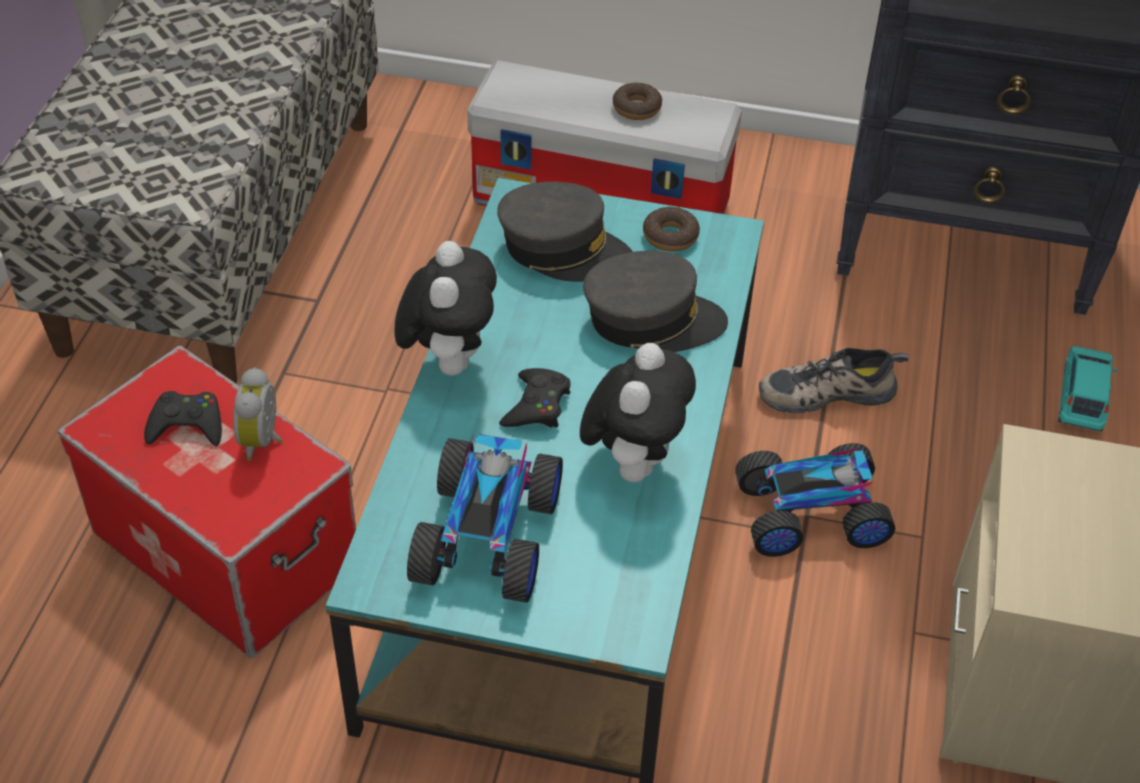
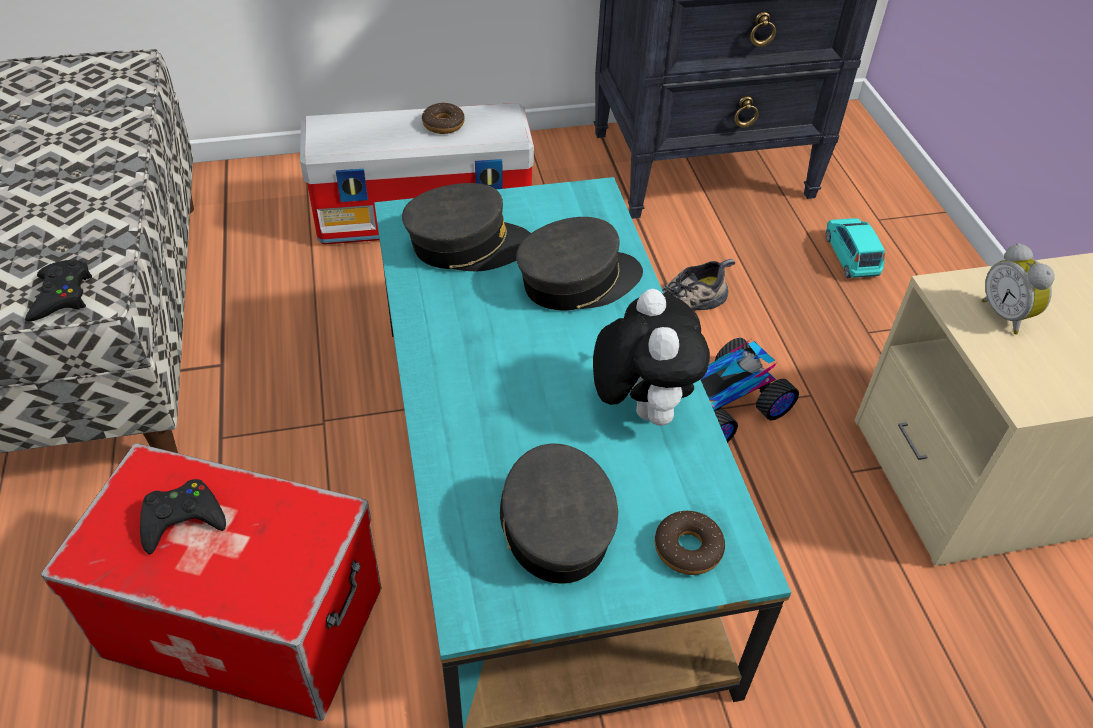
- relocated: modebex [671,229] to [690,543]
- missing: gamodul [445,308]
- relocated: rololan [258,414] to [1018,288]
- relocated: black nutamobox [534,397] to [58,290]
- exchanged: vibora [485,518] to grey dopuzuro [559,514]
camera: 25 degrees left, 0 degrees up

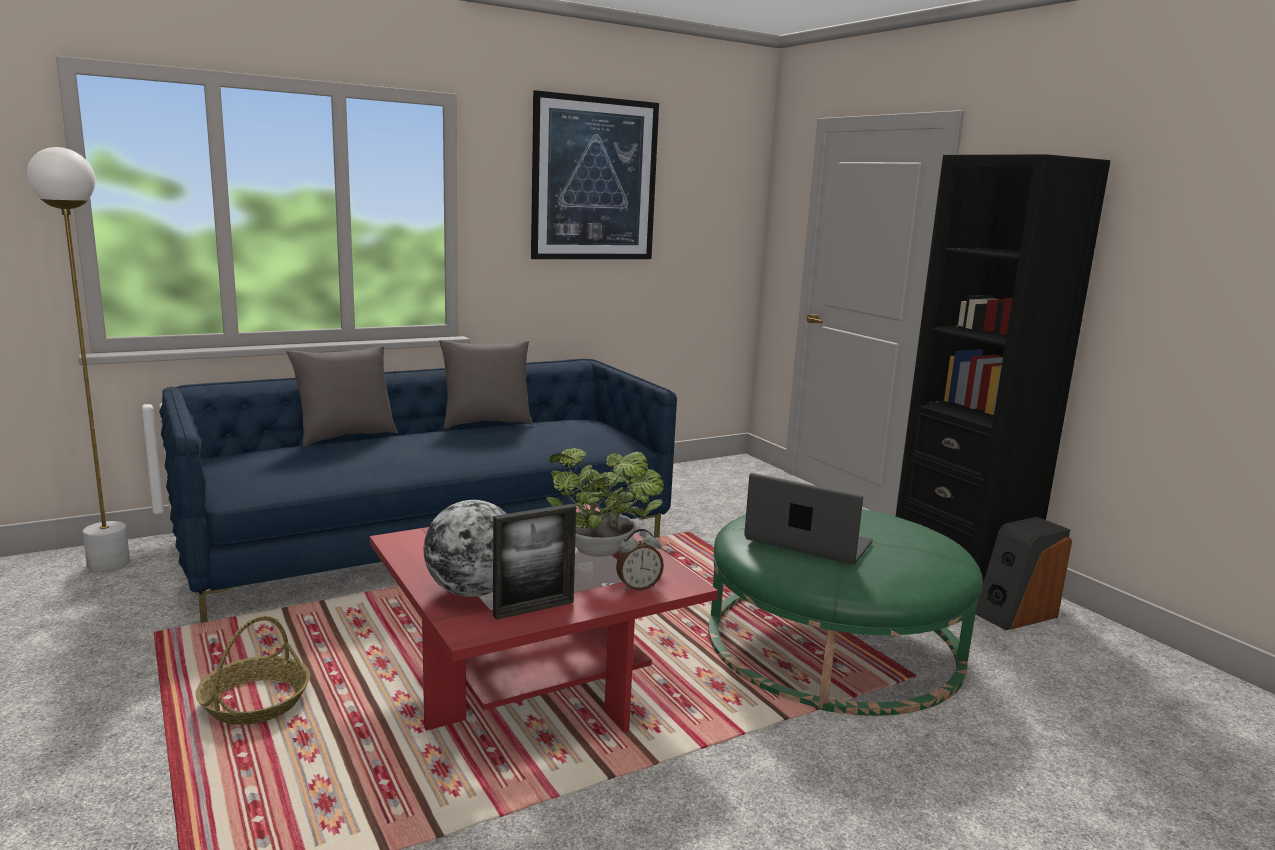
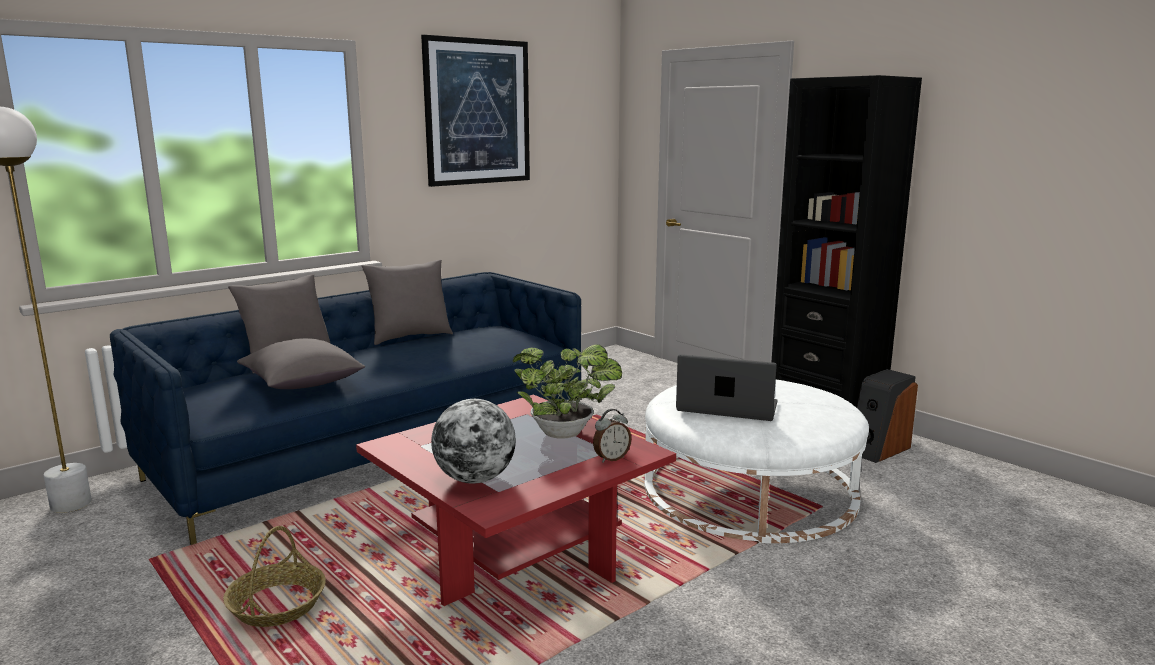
- missing: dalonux [534,562]
- colour: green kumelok [845,612] to white kumelok [757,461]
- appeared: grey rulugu [301,363]
camera: 10 degrees left, 0 degrees up

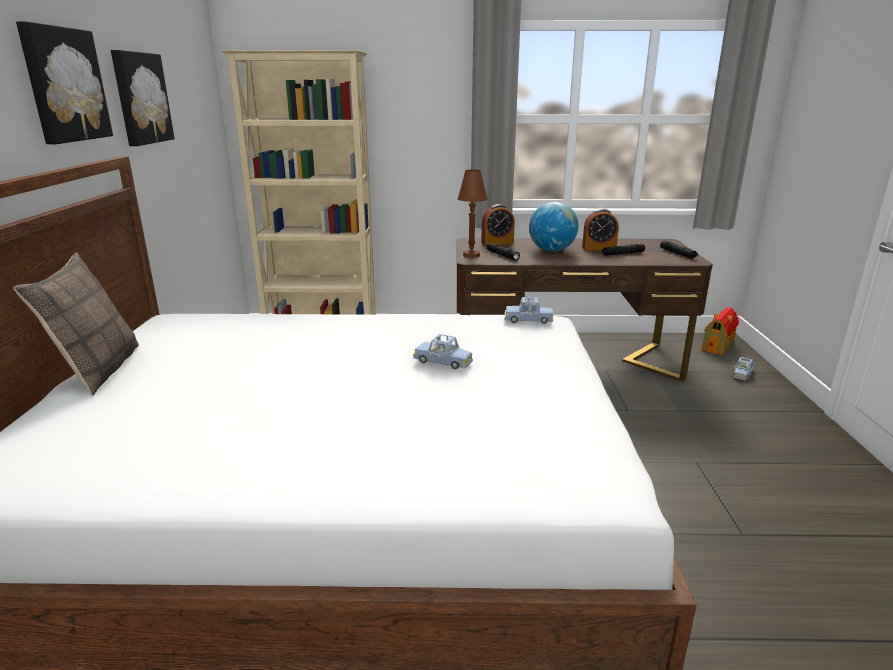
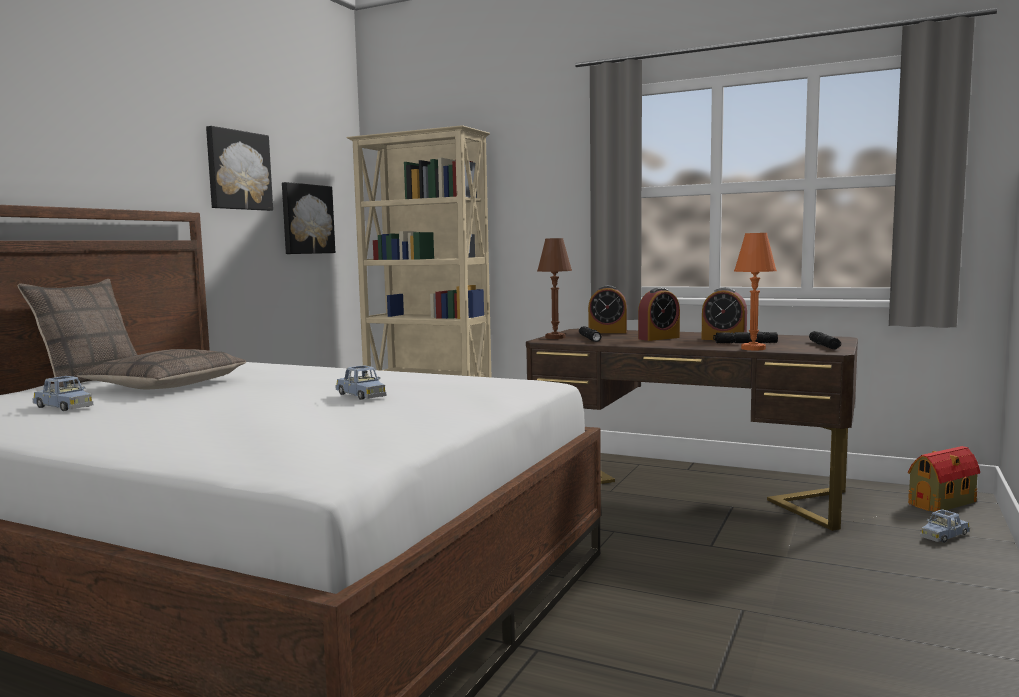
- relocated: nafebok [64,82] to [308,218]
- exchanged: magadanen [554,226] to rololan [659,314]
- relocated: blue vibora [529,310] to [62,393]
- appeared: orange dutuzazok [755,291]
- appeared: rulugu [161,369]
camera: 25 degrees right, 15 degrees down

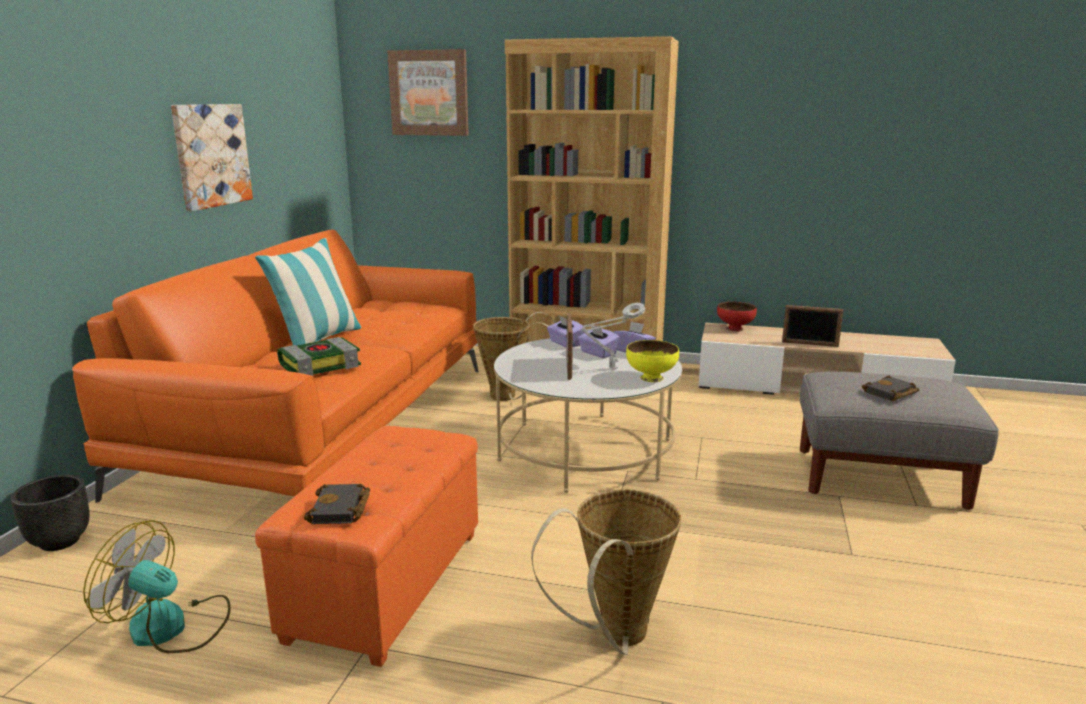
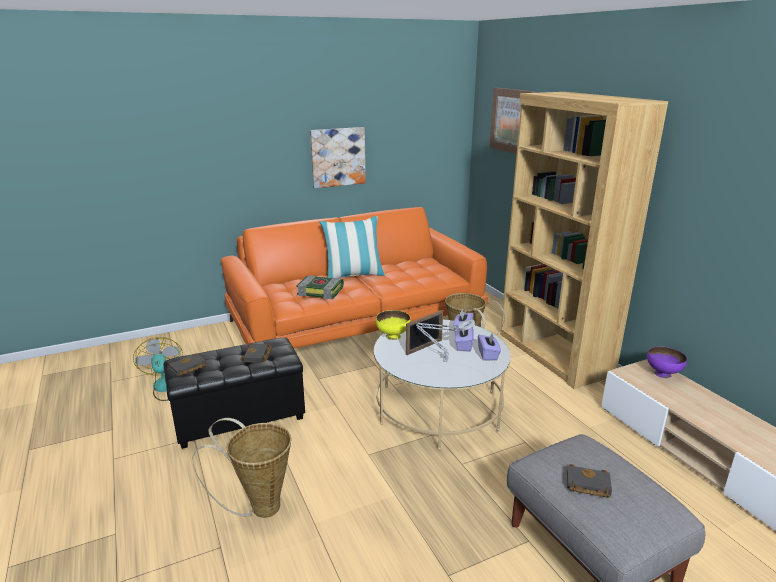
- colour: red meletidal [737,316] to purple meletidal [667,362]
- missing: dalonux [813,326]
- relocated: yellow meletidal [652,361] to [393,325]
- colour: orange kumelok [366,546] to black kumelok [234,393]
- missing: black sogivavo [50,513]
- appeared: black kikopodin [256,353]
camera: 50 degrees right, 5 degrees up

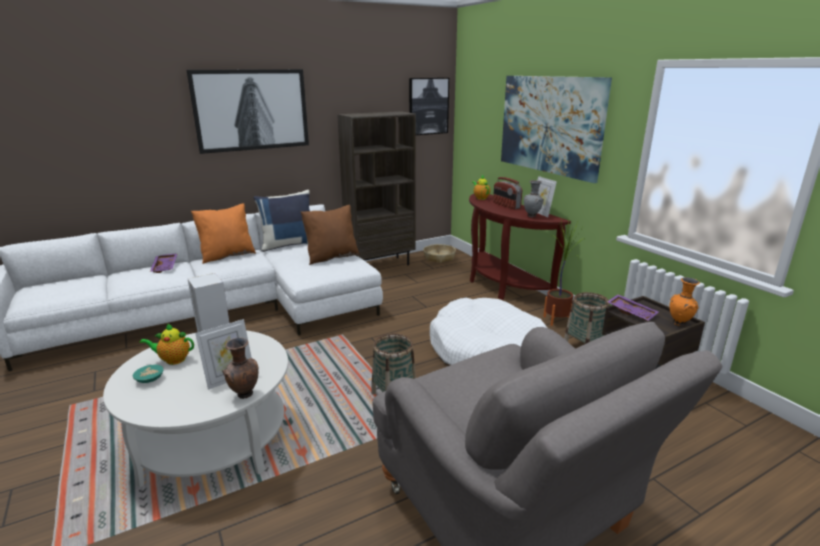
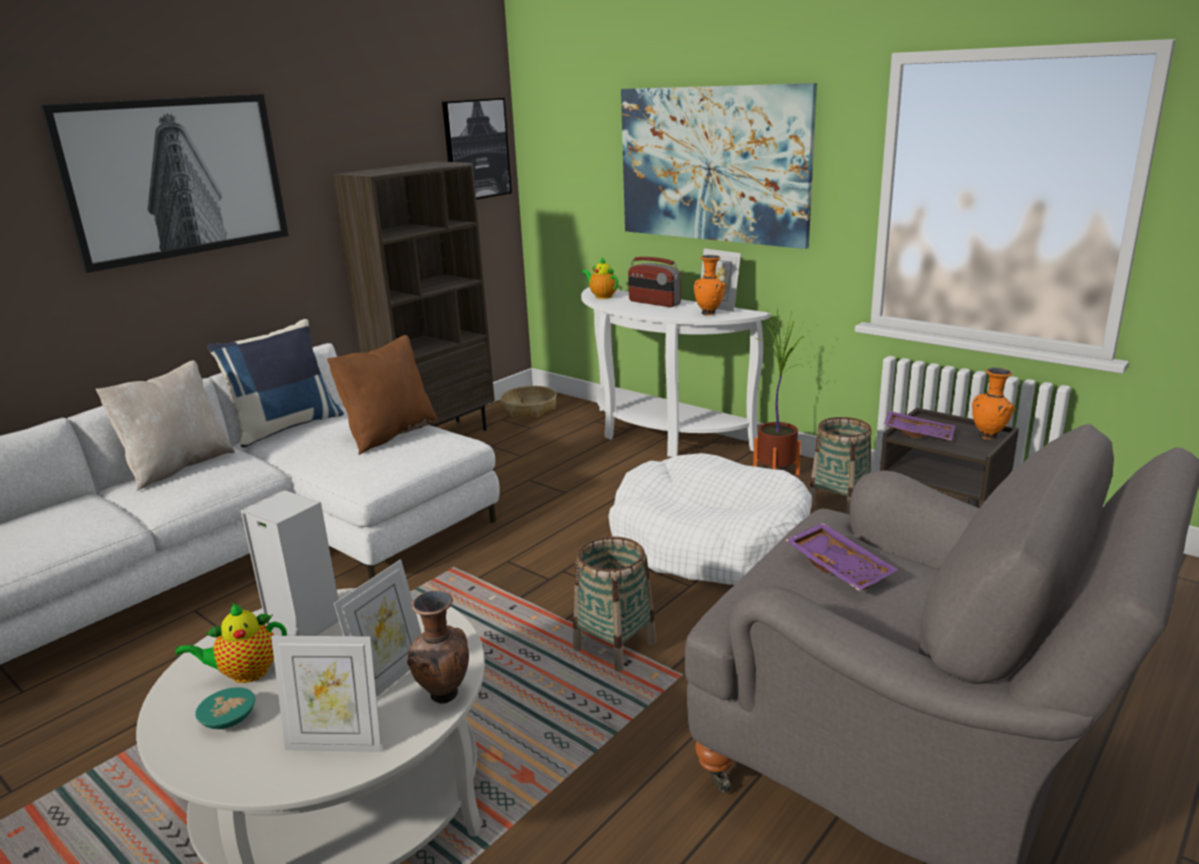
- colour: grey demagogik [534,198] to orange demagogik [710,285]
- colour: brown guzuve [520,247] to white guzuve [676,372]
- colour: orange rulugu [223,233] to beige rulugu [165,425]
- relocated: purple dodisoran [164,263] to [841,557]
- appeared: dalonux [326,694]
camera: 20 degrees left, 0 degrees up

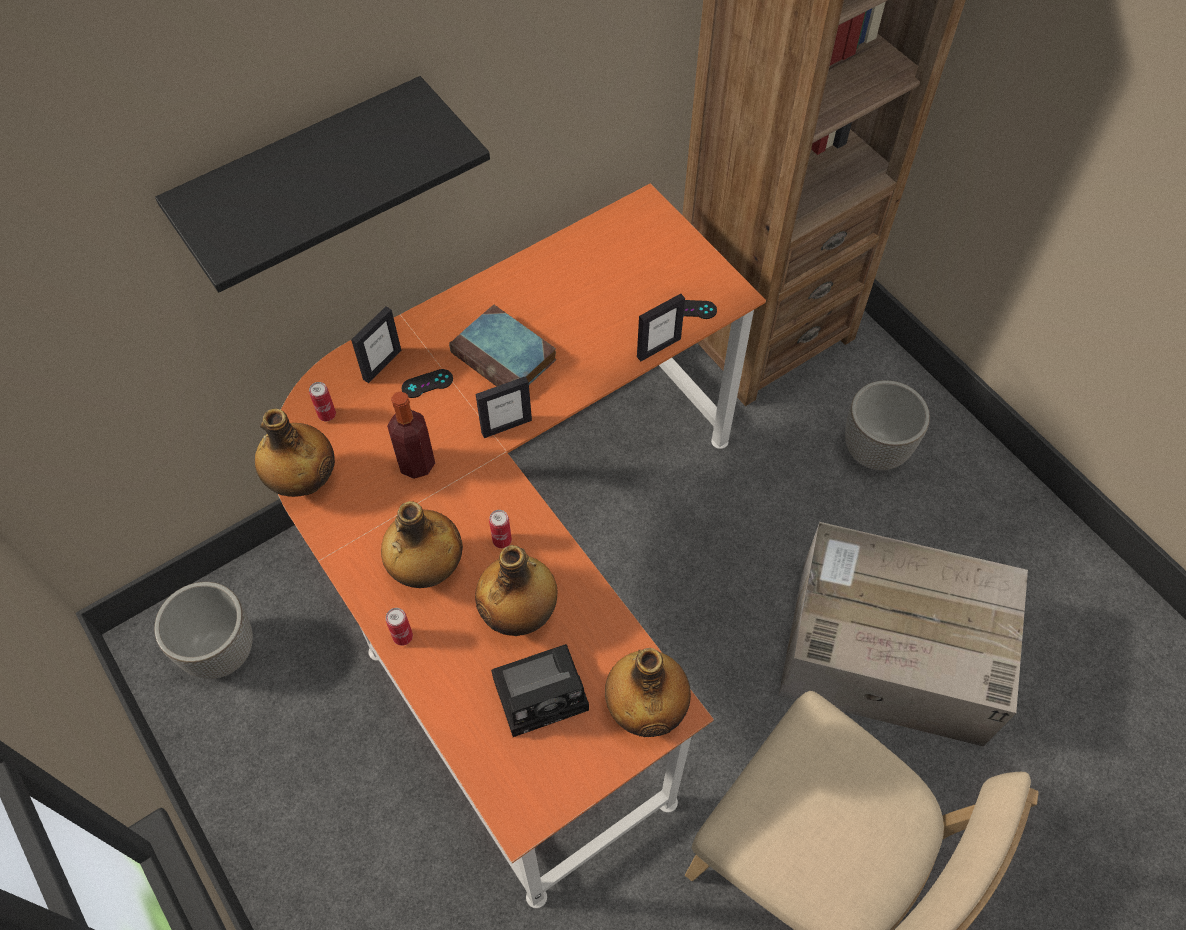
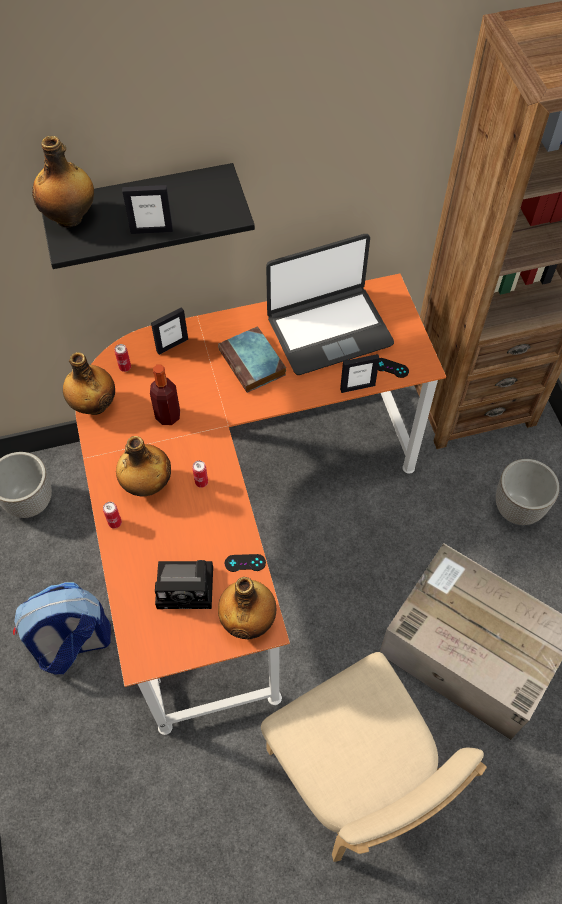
- relocated: black nutamobox [427,383] to [245,563]
- relocated: dalonux [504,407] to [147,209]
- relocated: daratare [516,590] to [63,182]
- appeared: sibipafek [330,304]
- appeared: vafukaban [62,628]
camera: 20 degrees right, 0 degrees up

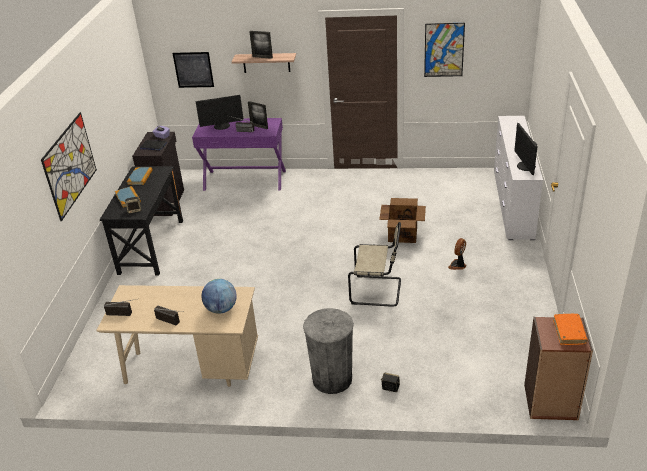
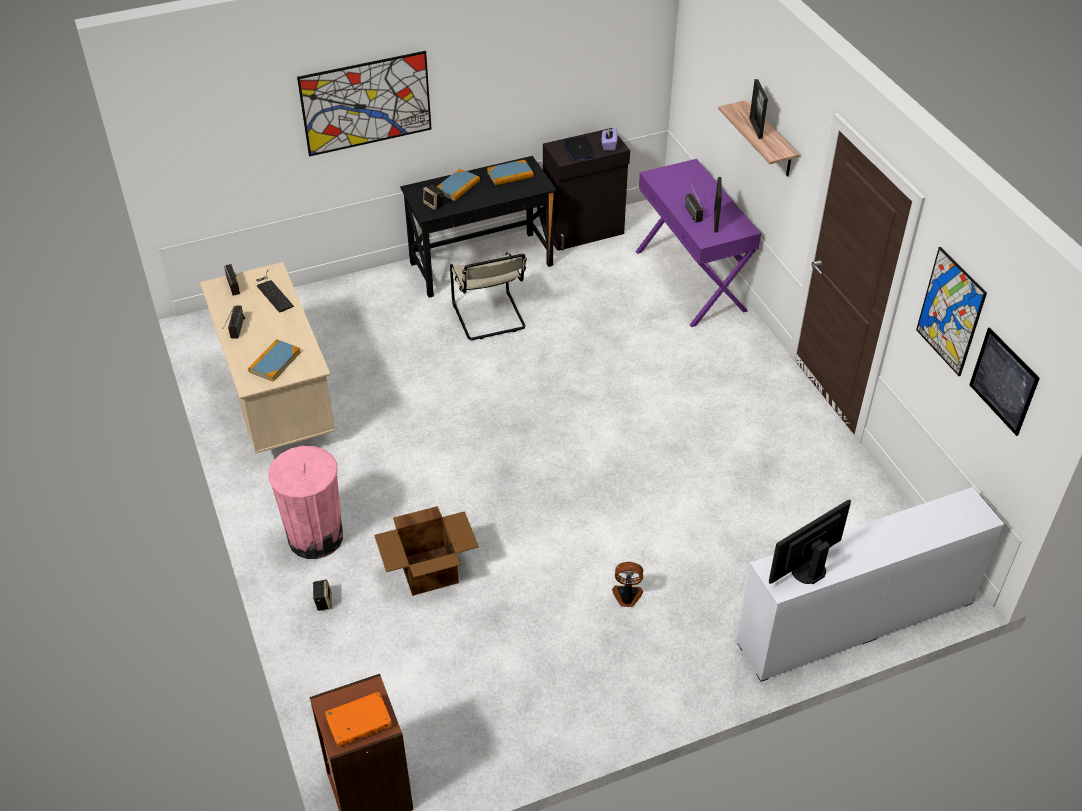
- relocated: nafebok [193,70] to [1004,381]
- missing: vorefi [219,112]
- relocated: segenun [402,220] to [426,551]
- relocated: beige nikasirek [374,264] to [488,296]
- exchanged: magadanen [219,296] to kikopodin [274,360]
- colour: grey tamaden [328,351] to pink tamaden [305,502]
- appeared: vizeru [275,291]
camera: 60 degrees right, 10 degrees up

